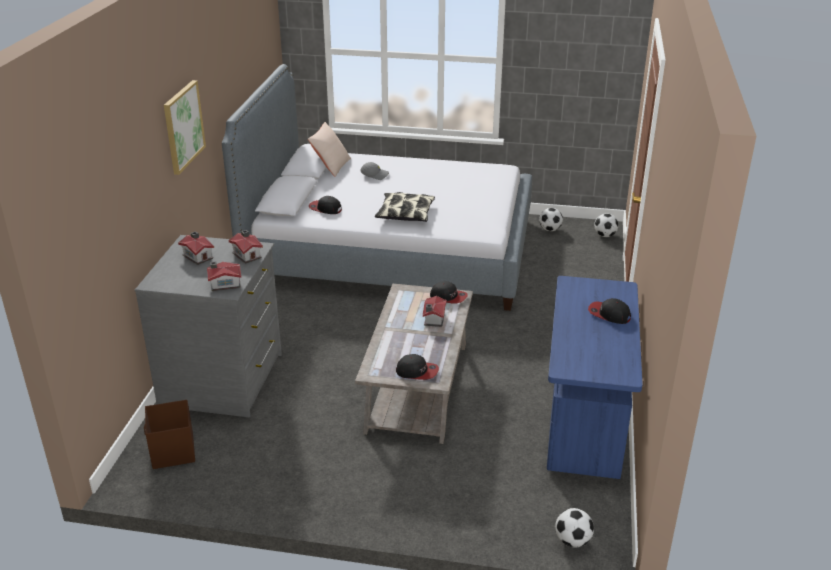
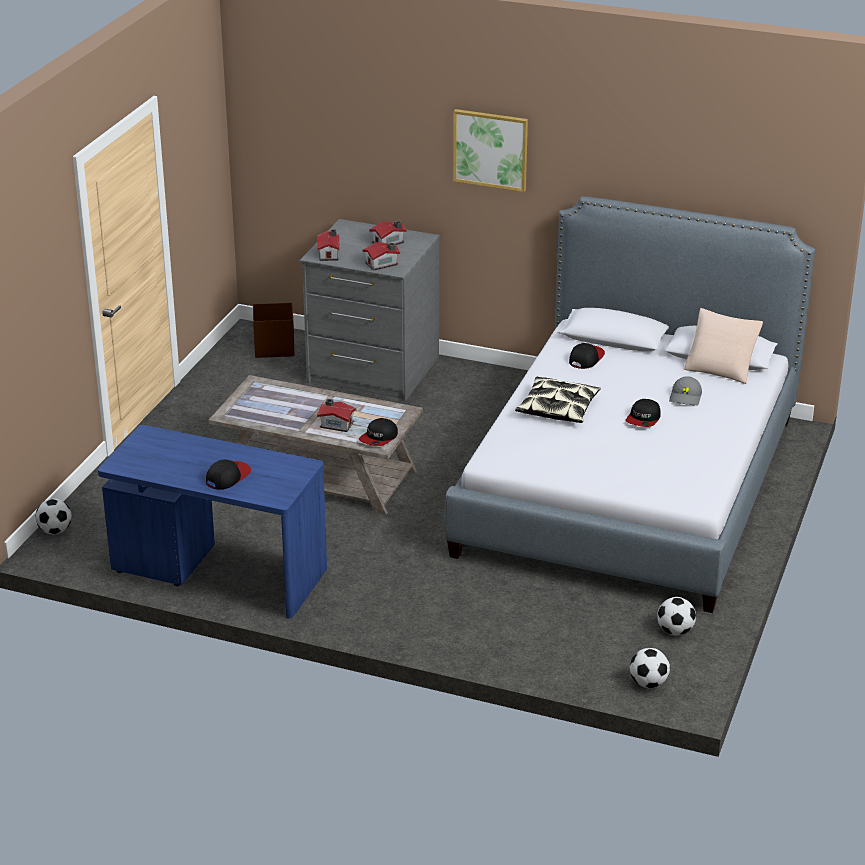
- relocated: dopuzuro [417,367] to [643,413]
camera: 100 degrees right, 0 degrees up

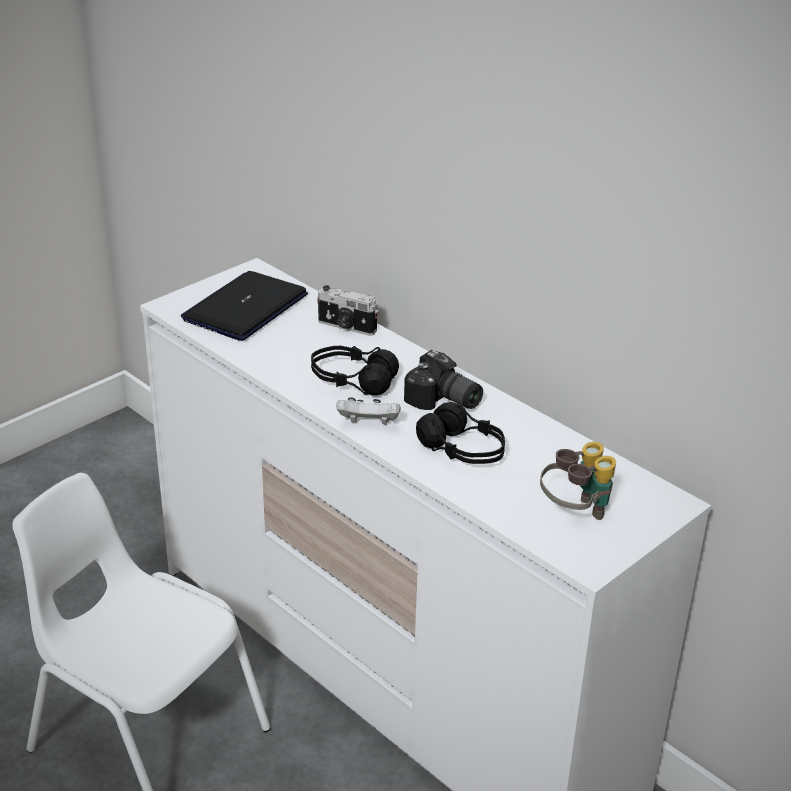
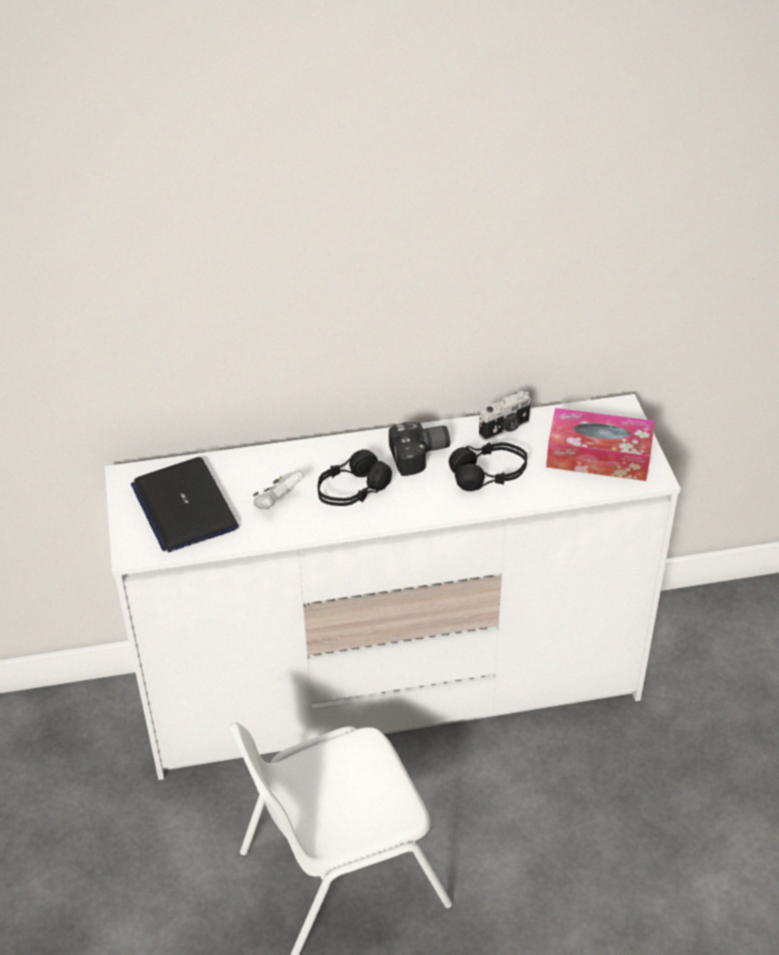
- relocated: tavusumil [348,310] to [505,416]
- relocated: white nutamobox [368,410] to [278,490]
- exchanged: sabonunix [578,481] to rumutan [600,444]
camera: 55 degrees left, 10 degrees up

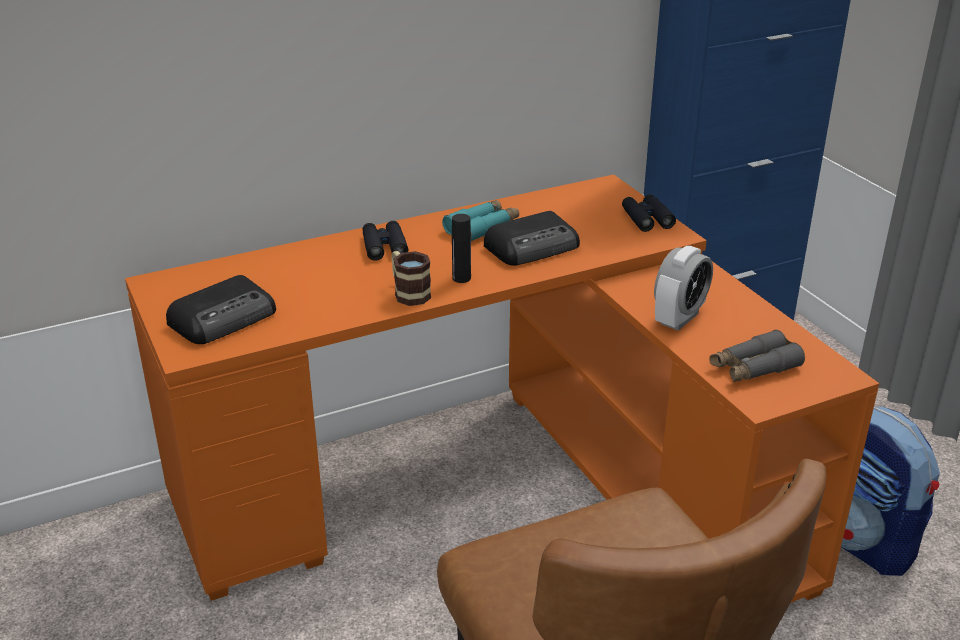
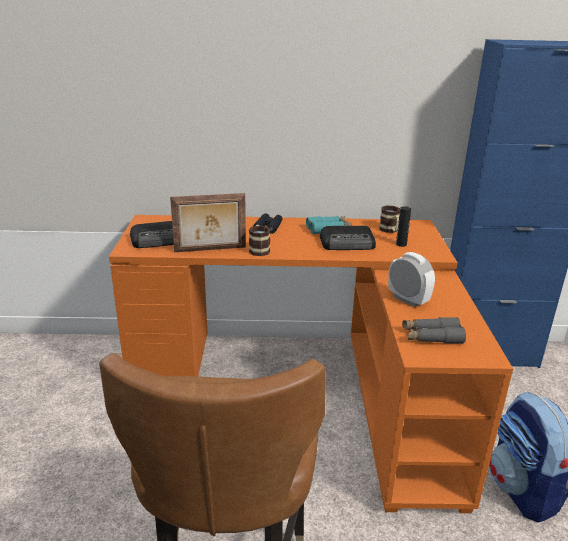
- missing: black sabonunix [649,213]
- relocated: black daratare [461,248] to [403,226]
- spun: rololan [683,288] = [411,279] 105 degrees counterclockwise
- appeared: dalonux [208,222]
- appeared: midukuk [389,219]
camera: 25 degrees right, 5 degrees down

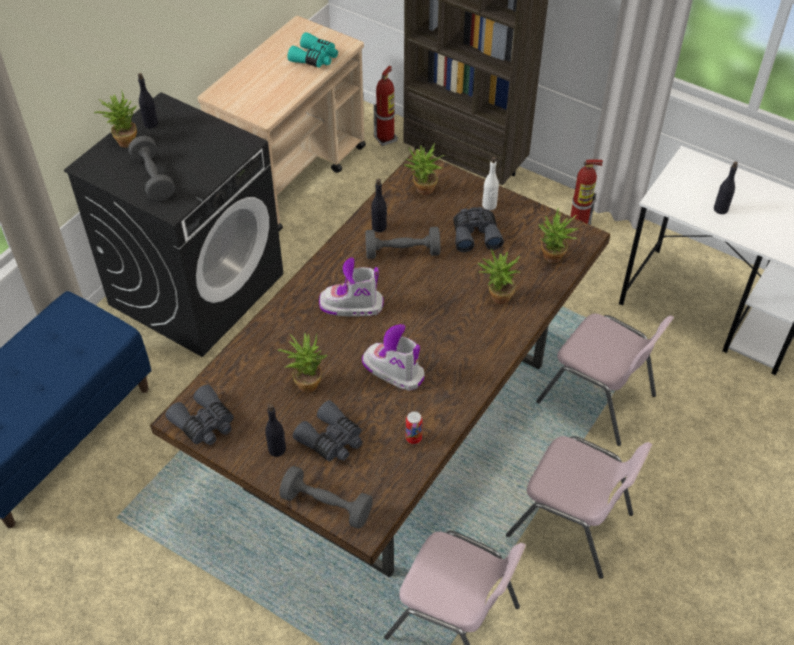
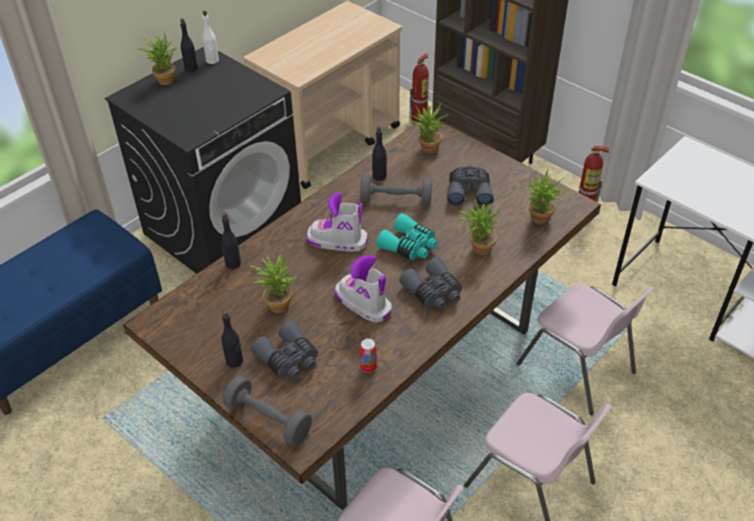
- relocated: turquoise sabonunix [312,50] to [407,236]
- missing: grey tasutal [151,168]
- relocated: white daratare [490,183] to [210,37]
- relocated: black daratare [726,187] to [231,241]
- relocated: grey sabonunix [199,414] to [430,283]
camera: 10 degrees right, 5 degrees down

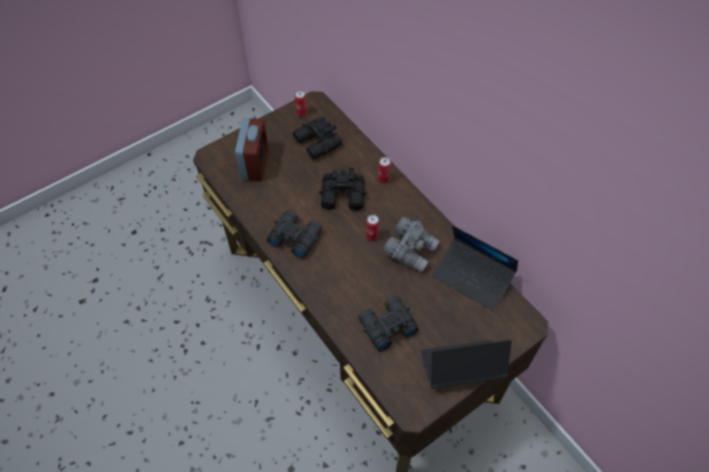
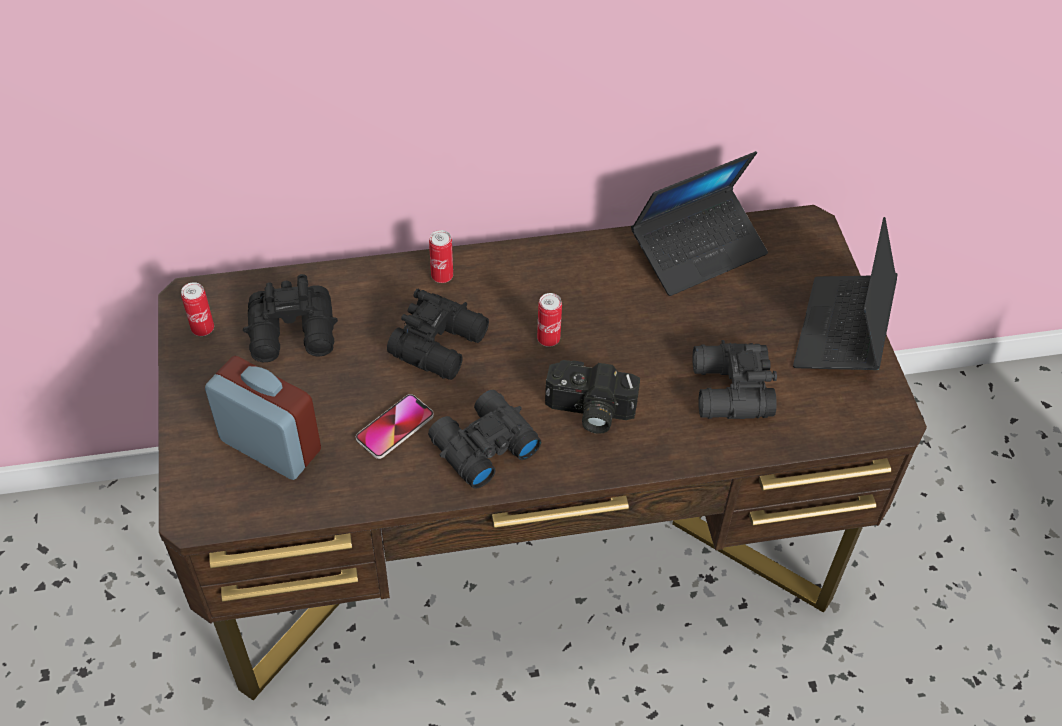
- missing: grey sabonunix [411,244]
- appeared: tavusumil [592,397]
- appeared: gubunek [395,426]
camera: 65 degrees left, 5 degrees down

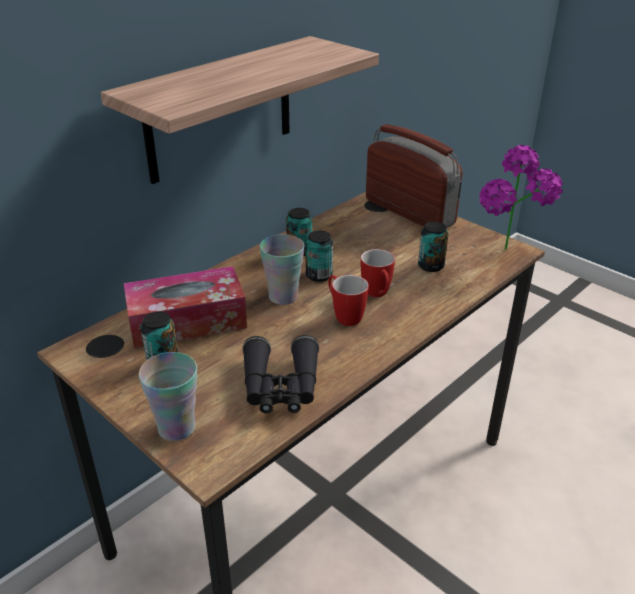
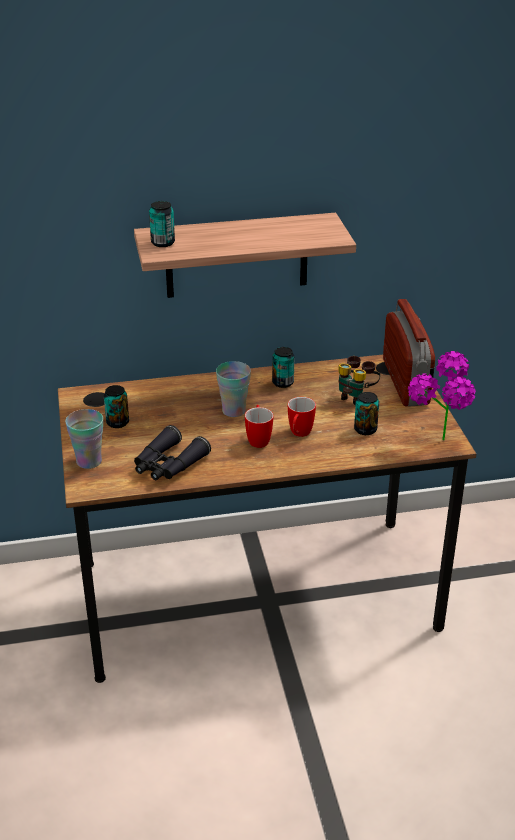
- relocated: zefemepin [319,256] to [162,224]
- missing: rumutan [185,307]
- appeared: sabonunix [359,380]
camera: 35 degrees right, 0 degrees up

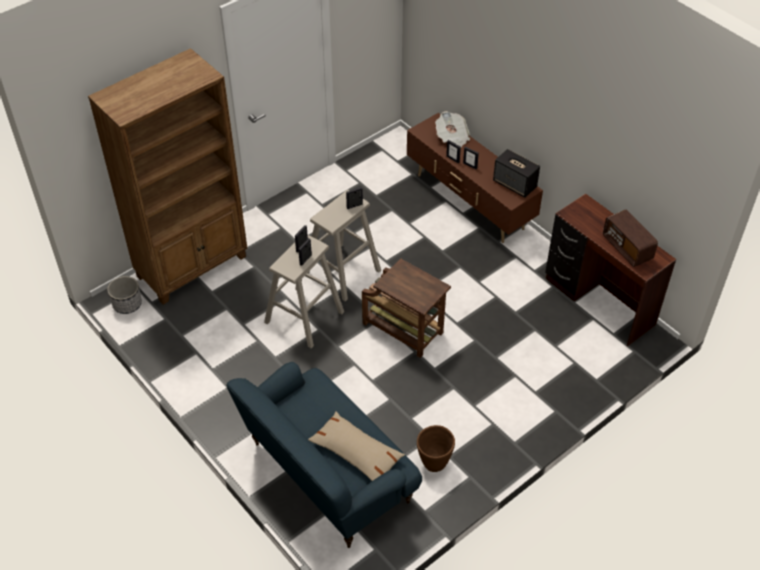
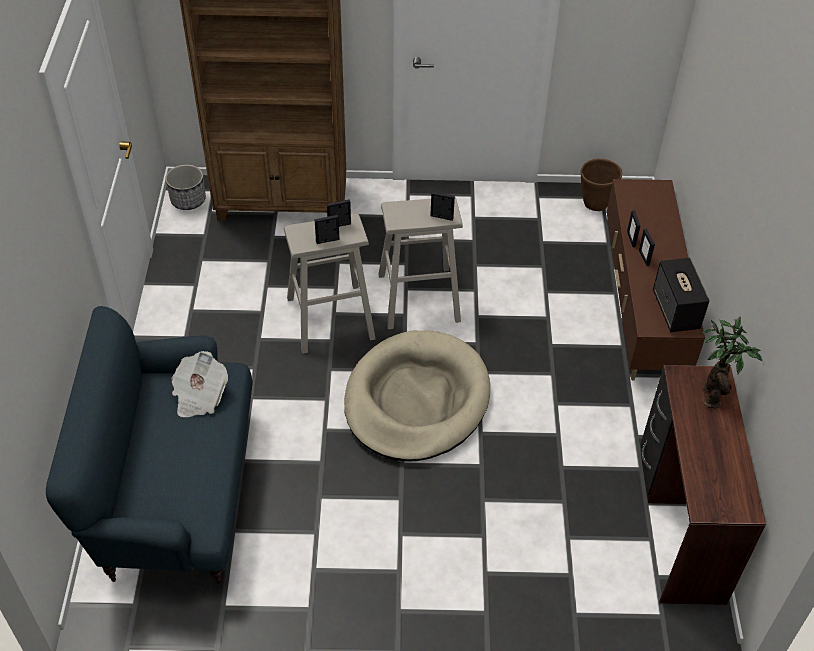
- relocated: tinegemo [452,129] to [199,384]
- missing: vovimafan [630,238]
- exchanged: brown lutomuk [406,308] to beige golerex [417,396]
- missing: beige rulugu [356,446]
- relocated: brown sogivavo [436,448] to [601,185]
- appeared: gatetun [731,363]
camera: 40 degrees right, 0 degrees up

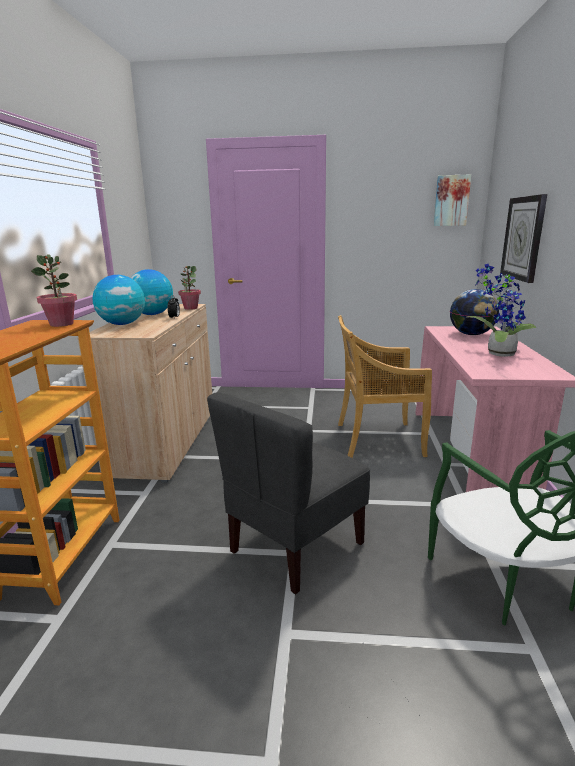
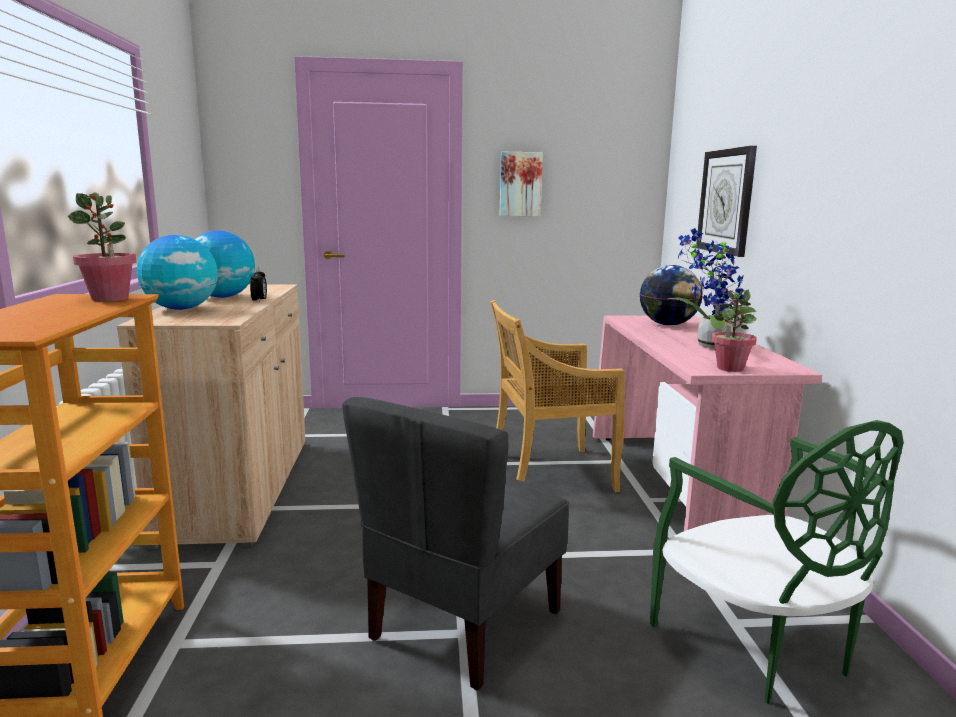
- relocated: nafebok [452,200] to [521,184]
- relocated: gatetun [189,288] to [734,330]
camera: 10 degrees left, 5 degrees down

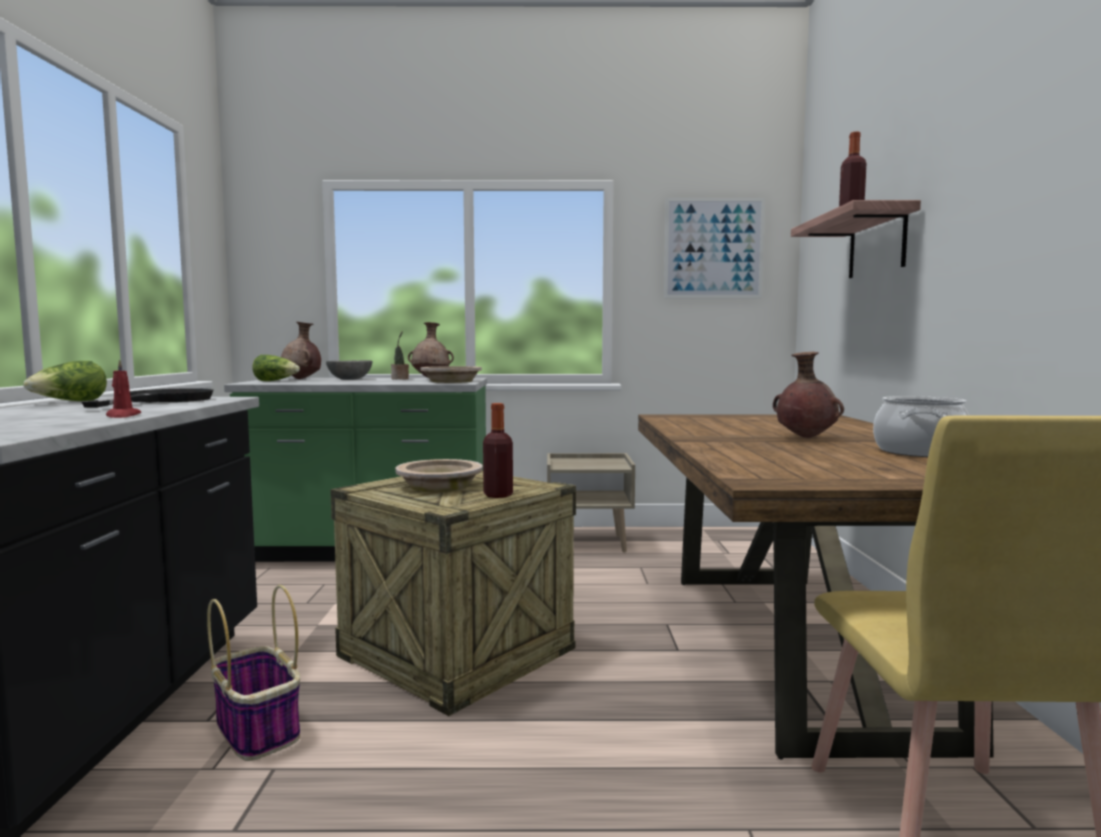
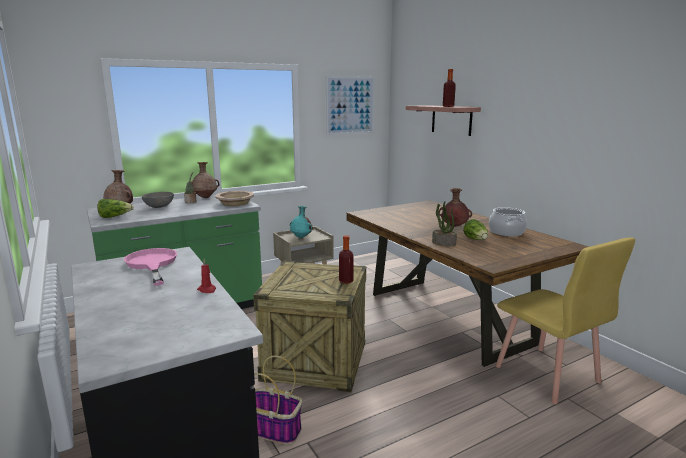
- relocated: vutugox [65,381] to [475,229]
- colour: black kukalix [148,398] to pink kukalix [150,267]
- missing: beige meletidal [439,475]
- appeared: gatetun [444,223]
- appeared: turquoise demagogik [301,222]
camera: 30 degrees left, 10 degrees up

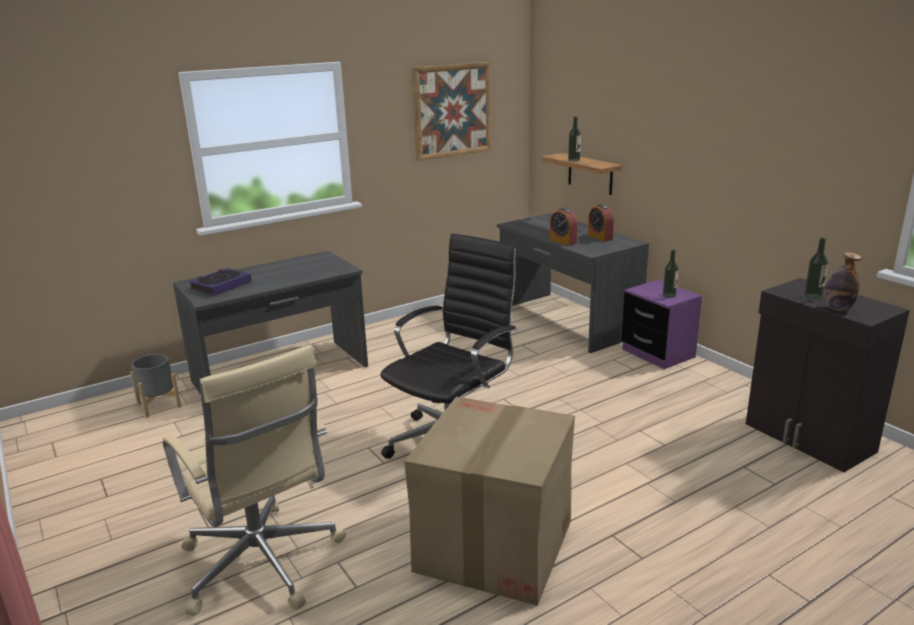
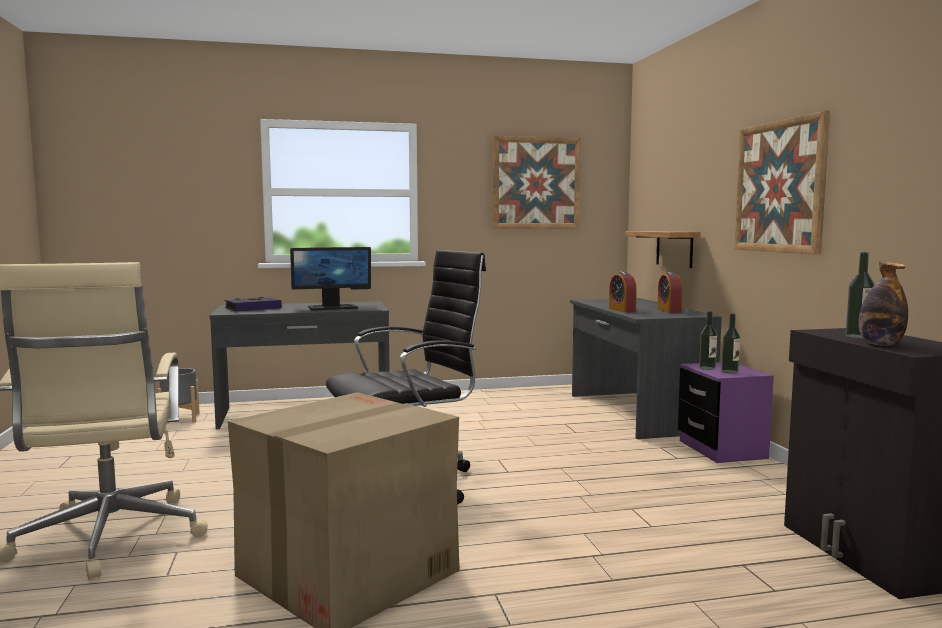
- relocated: daratare [574,139] to [708,340]
- appeared: nafebok [782,183]
- appeared: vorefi [330,279]
camera: 20 degrees right, 15 degrees down

